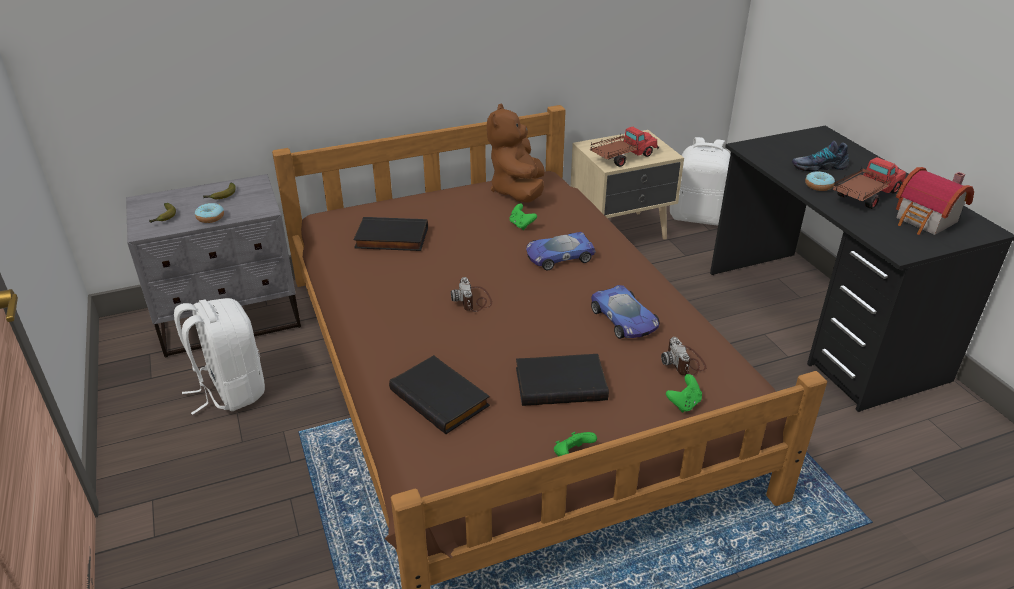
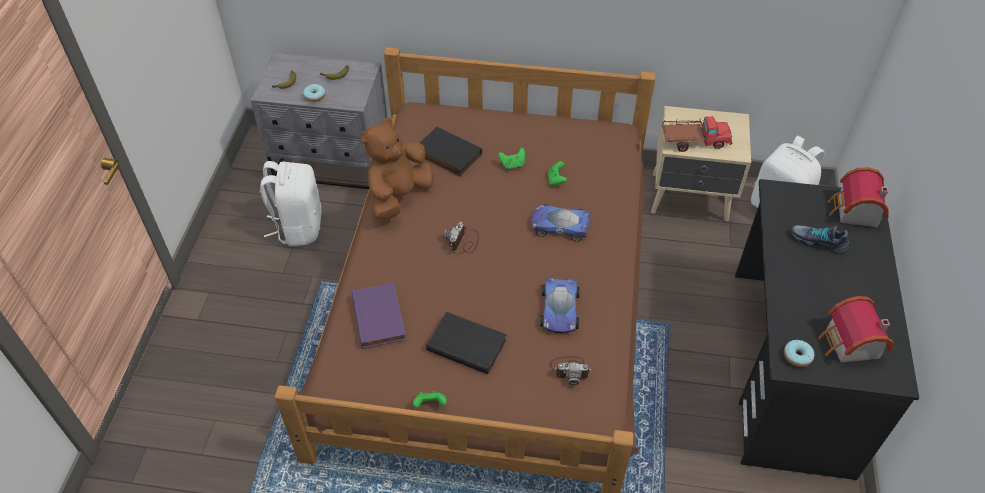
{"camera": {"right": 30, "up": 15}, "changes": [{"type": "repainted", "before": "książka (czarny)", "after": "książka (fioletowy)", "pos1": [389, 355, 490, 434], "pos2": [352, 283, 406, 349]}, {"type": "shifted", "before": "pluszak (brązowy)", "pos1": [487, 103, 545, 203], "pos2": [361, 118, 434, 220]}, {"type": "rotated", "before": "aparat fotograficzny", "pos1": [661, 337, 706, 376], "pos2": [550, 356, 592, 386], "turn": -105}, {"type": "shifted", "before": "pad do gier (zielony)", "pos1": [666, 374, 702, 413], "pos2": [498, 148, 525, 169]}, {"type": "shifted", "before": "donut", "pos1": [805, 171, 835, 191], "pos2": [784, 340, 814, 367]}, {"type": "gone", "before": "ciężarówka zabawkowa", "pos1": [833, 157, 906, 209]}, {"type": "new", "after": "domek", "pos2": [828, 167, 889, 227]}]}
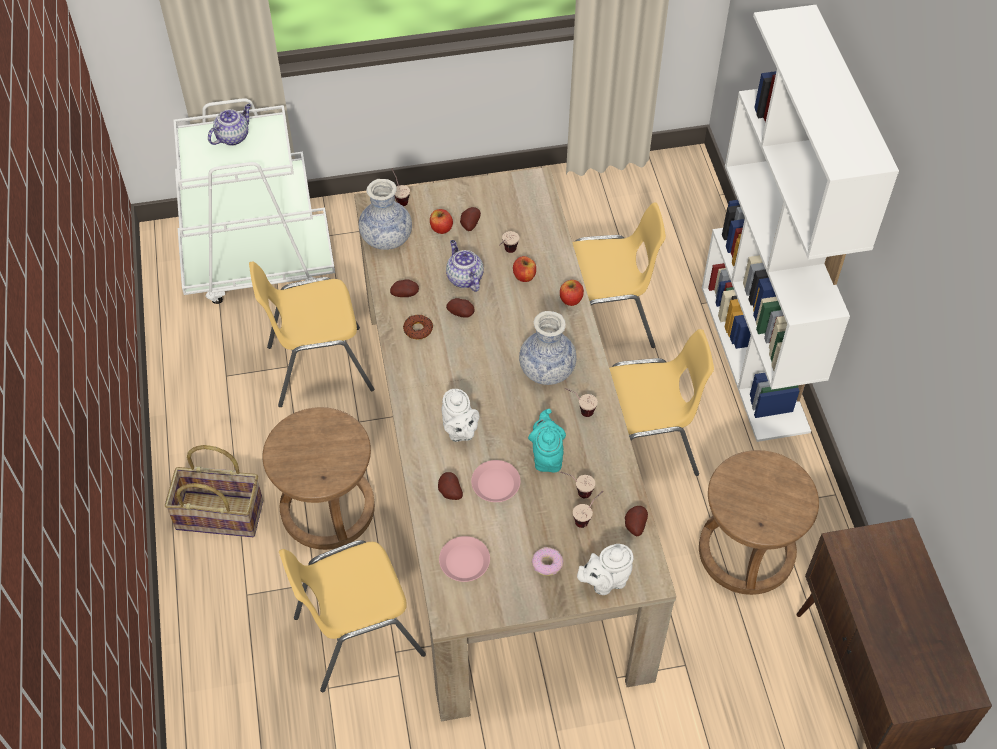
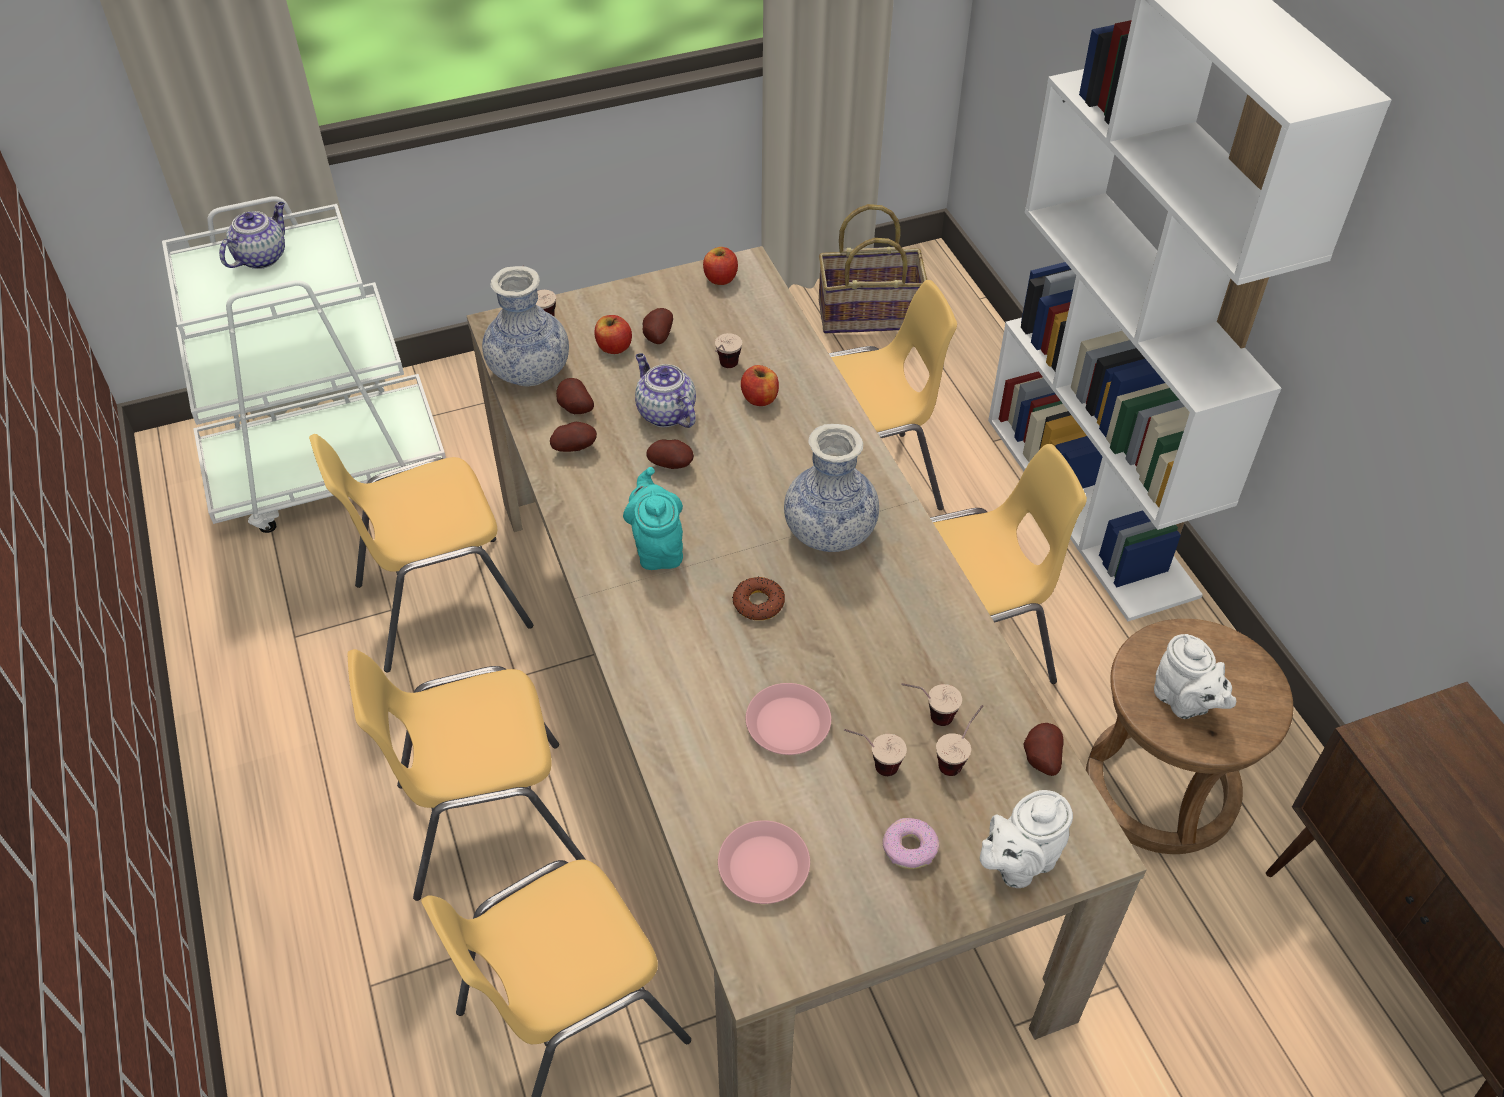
{"camera": {"right": -10, "up": -5}, "changes": [{"type": "shifted", "before": "koszyk", "pos1": [165, 445, 263, 537], "pos2": [819, 204, 927, 333]}, {"type": "swapped", "before": "stołek (brązowy)", "after": "krzesło (żółty)", "pos1": [262, 407, 375, 550], "pos2": [347, 649, 586, 901]}, {"type": "shifted", "before": "donut", "pos1": [403, 314, 433, 340], "pos2": [732, 576, 785, 620]}, {"type": "shifted", "before": "ziemniak", "pos1": [438, 472, 463, 500], "pos2": [556, 378, 594, 414]}, {"type": "shifted", "before": "imbryk (biały)", "pos1": [441, 389, 479, 442], "pos2": [1154, 634, 1236, 719]}, {"type": "shifted", "before": "imbryk (turkusowy)", "pos1": [528, 409, 566, 472], "pos2": [623, 467, 683, 570]}, {"type": "shifted", "before": "jabłko", "pos1": [560, 280, 584, 306], "pos2": [703, 247, 738, 285]}, {"type": "shifted", "before": "filiżanka", "pos1": [565, 388, 598, 417], "pos2": [844, 729, 907, 776]}]}
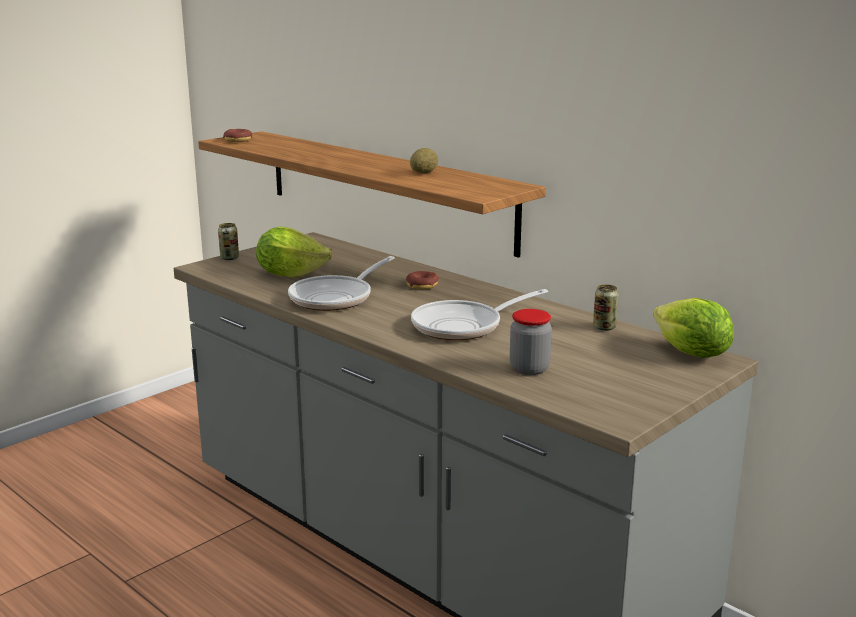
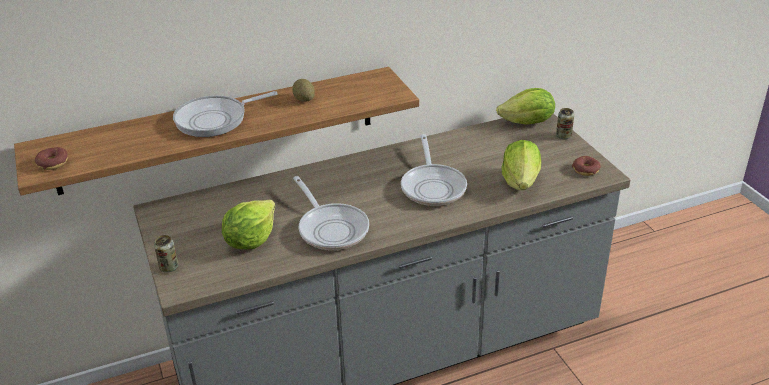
{"camera": {"right": -65, "up": 15}, "changes": [{"type": "shifted", "before": "donut", "pos1": [406, 271, 439, 289], "pos2": [572, 156, 601, 176]}, {"type": "swapped", "before": "słoik", "after": "sałata", "pos1": [510, 309, 552, 375], "pos2": [502, 140, 541, 190]}, {"type": "shifted", "before": "puszka", "pos1": [593, 284, 619, 331], "pos2": [556, 108, 574, 139]}, {"type": "new", "after": "patelnia", "pos2": [173, 91, 278, 137]}]}
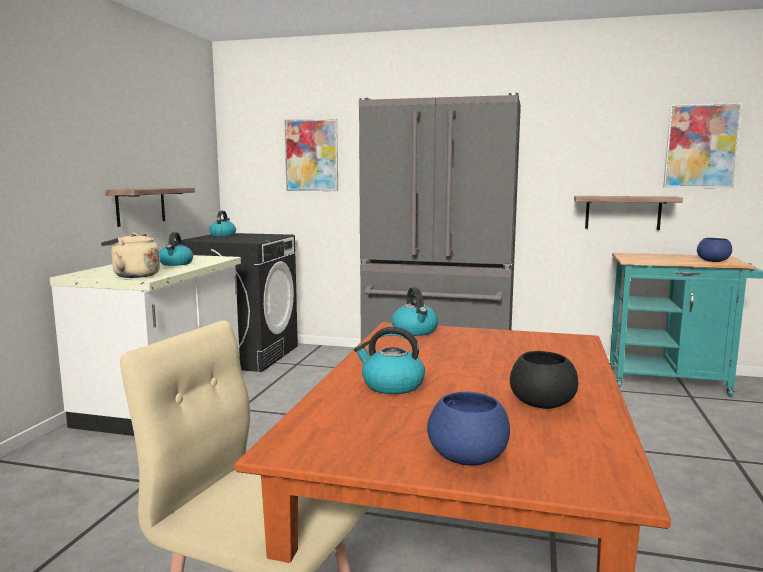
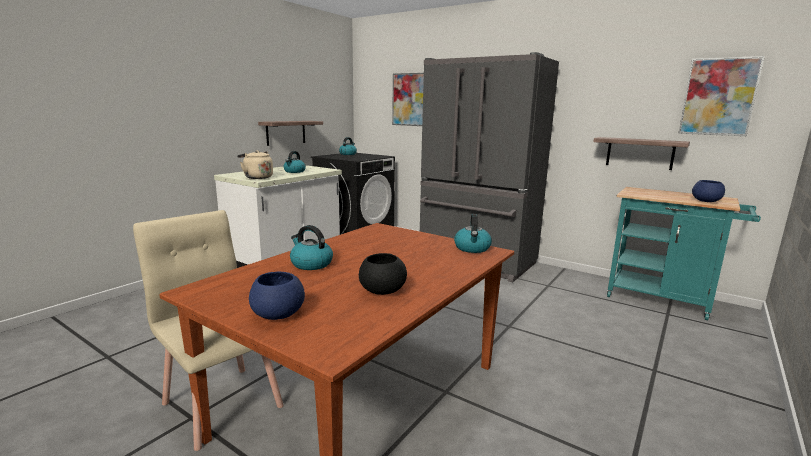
{"camera": {"right": 20, "up": 5}, "changes": [{"type": "shifted", "before": "czajnik", "pos1": [391, 287, 438, 336], "pos2": [454, 214, 492, 253]}]}
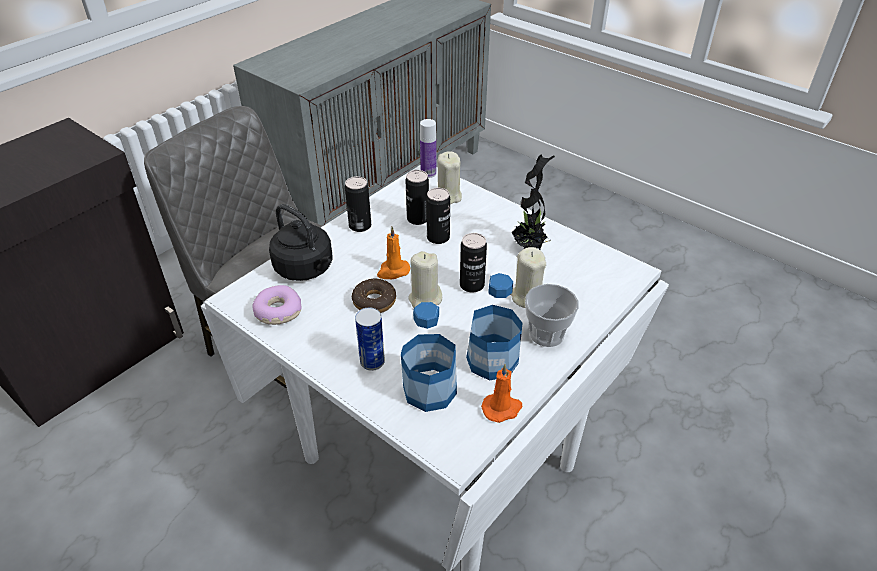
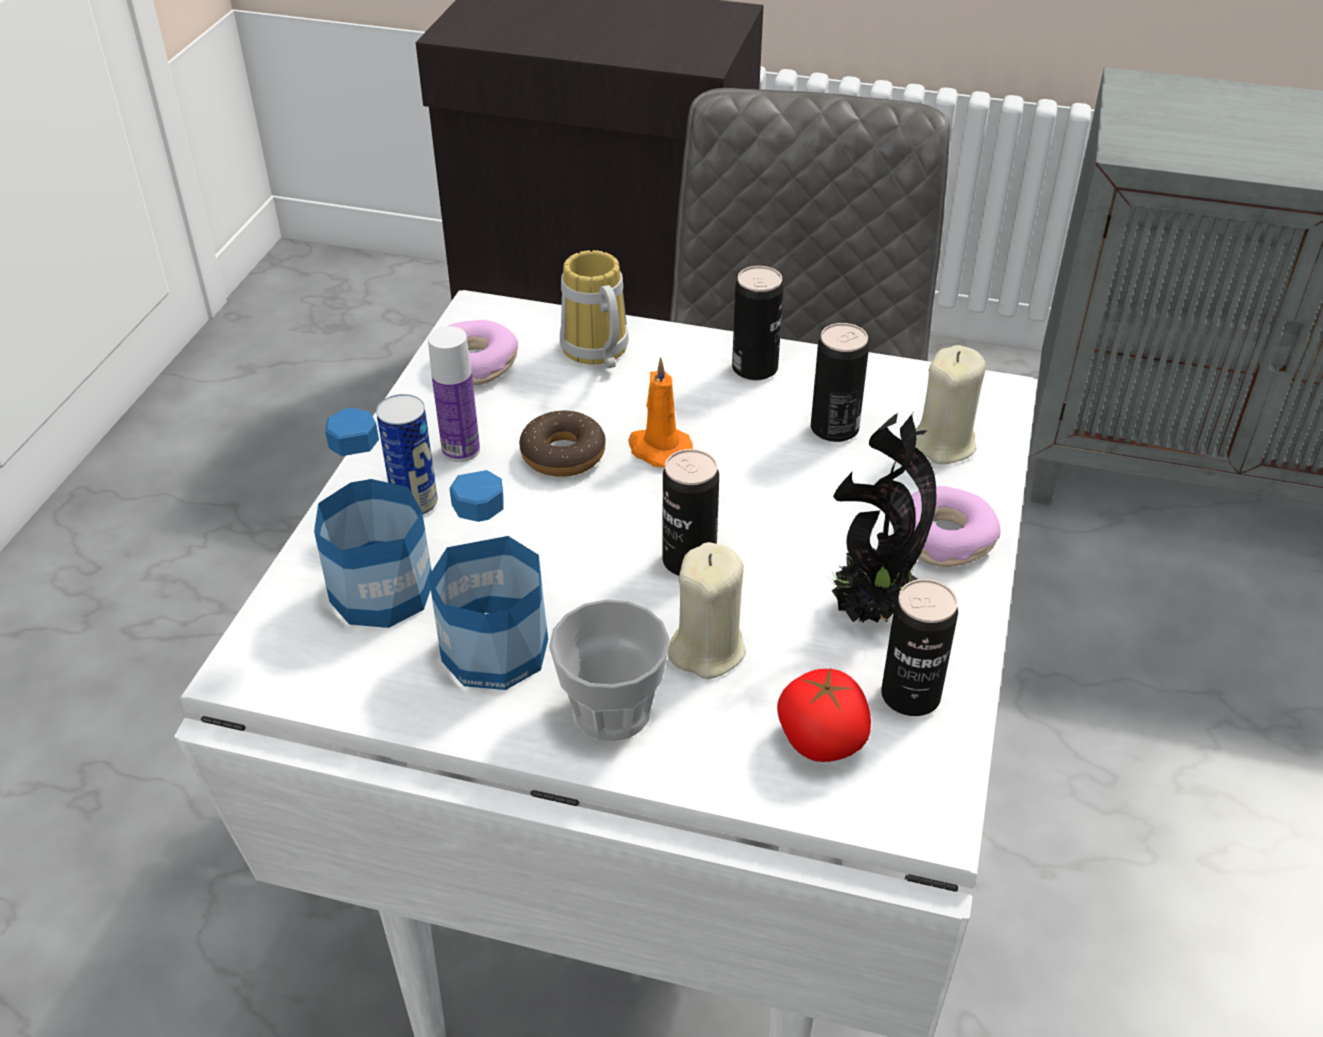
{"camera": {"right": 65, "up": 0}, "changes": [{"type": "swapped", "before": "czajnik (czarny)", "after": "kubek", "pos1": [269, 204, 332, 281], "pos2": [560, 250, 629, 368]}, {"type": "gone", "before": "świeca (beżowy)", "pos1": [408, 251, 442, 308]}, {"type": "shifted", "before": "butelka", "pos1": [420, 119, 436, 178], "pos2": [428, 326, 480, 462]}, {"type": "shifted", "before": "puszka", "pos1": [426, 188, 450, 244], "pos2": [881, 579, 958, 716]}, {"type": "gone", "before": "świeca (pomarańczowy)", "pos1": [481, 364, 523, 423]}, {"type": "new", "after": "pomidor", "pos2": [777, 668, 871, 762]}, {"type": "new", "after": "donut", "pos2": [911, 486, 1001, 567]}]}
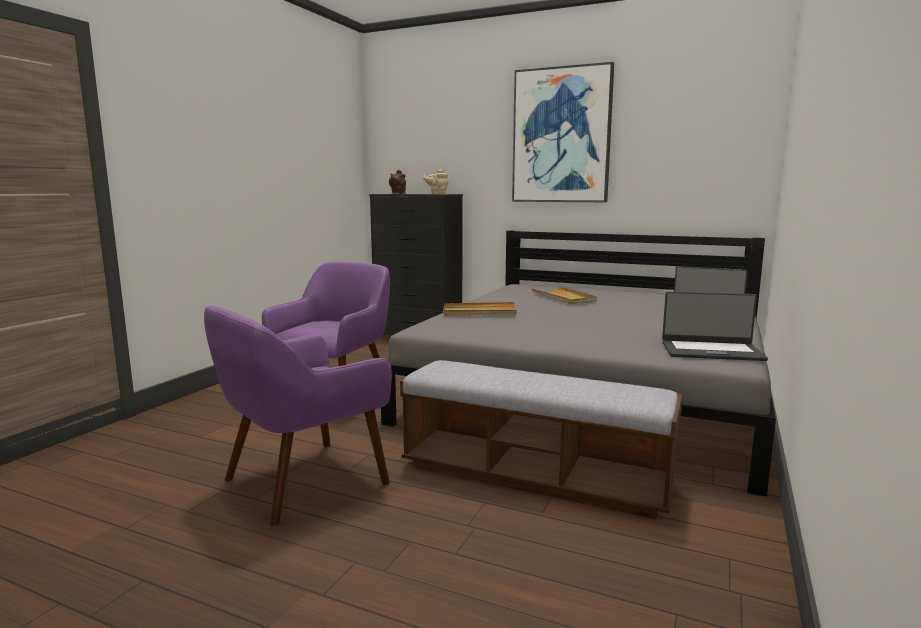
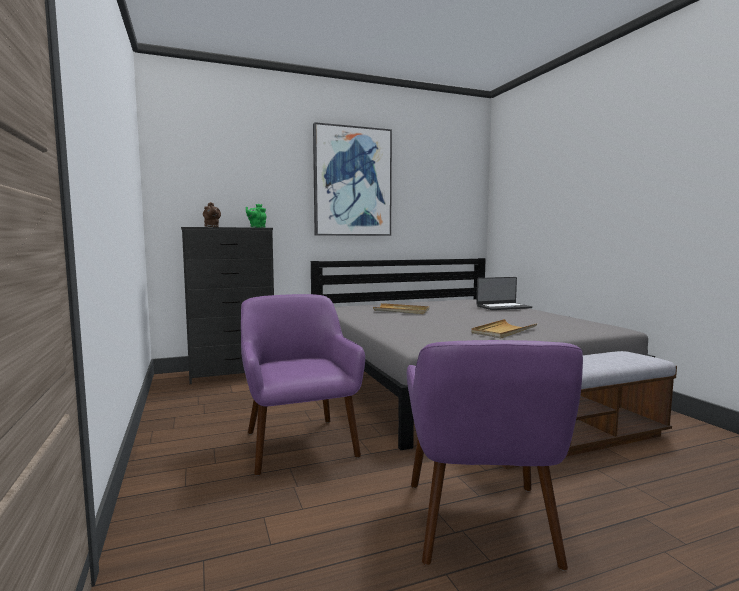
{"camera": {"right": -45, "up": -5}, "changes": [{"type": "repainted", "before": "imbryk (beżowy)", "after": "imbryk (zielony)", "pos1": [423, 169, 448, 194], "pos2": [246, 204, 266, 228]}, {"type": "shifted", "before": "taca (beżowy)", "pos1": [443, 302, 517, 316], "pos2": [471, 319, 537, 339]}, {"type": "gone", "before": "laptop", "pos1": [662, 291, 768, 361]}]}
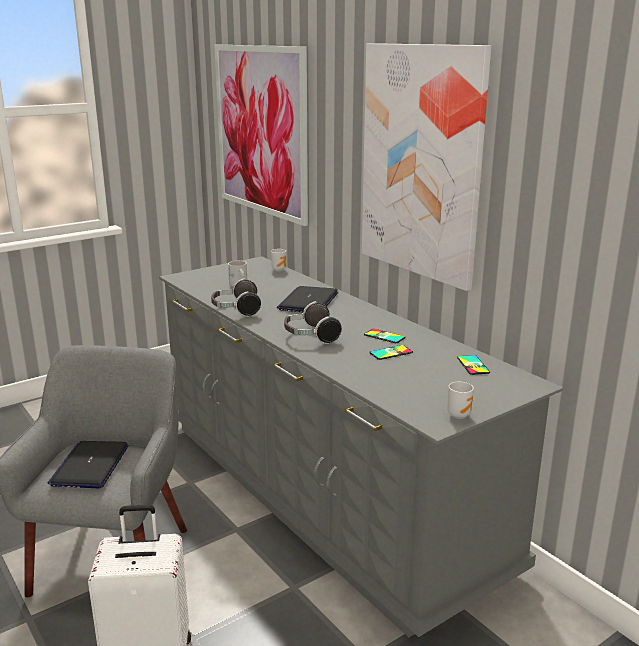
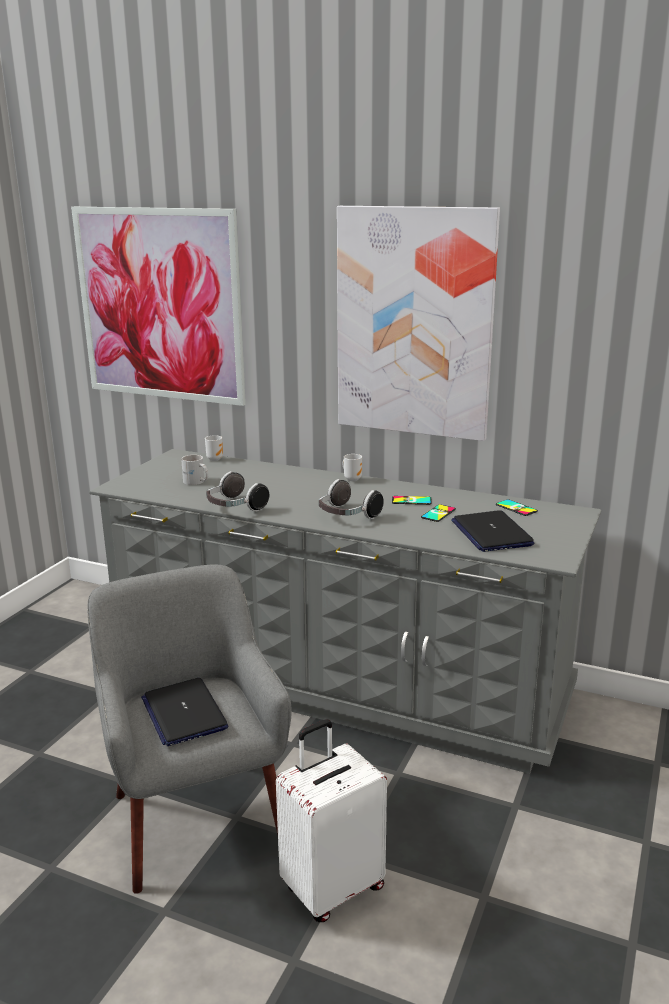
{"camera": {"right": -30, "up": 0}, "changes": [{"type": "shifted", "before": "laptop", "pos1": [277, 286, 338, 312], "pos2": [451, 510, 534, 552]}, {"type": "shifted", "before": "kubek", "pos1": [447, 382, 474, 419], "pos2": [342, 454, 362, 481]}]}
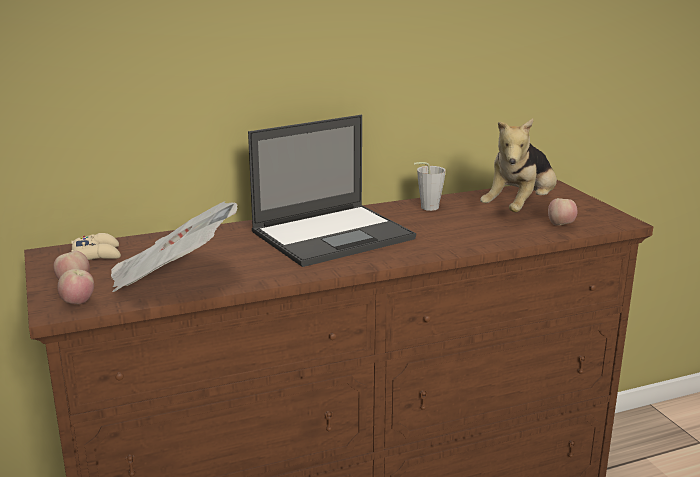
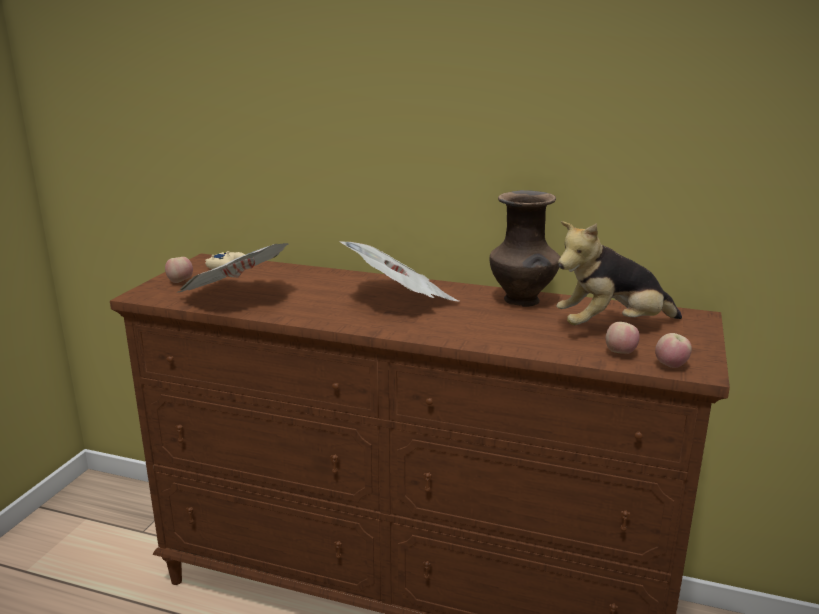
{"camera": {"right": 40, "up": 0}, "changes": [{"type": "shifted", "before": "jabłko", "pos1": [57, 269, 94, 304], "pos2": [655, 333, 692, 368]}, {"type": "swapped", "before": "laptop", "after": "gazeta", "pos1": [248, 115, 416, 267], "pos2": [339, 241, 459, 301]}, {"type": "swapped", "before": "filiżanka (szary)", "after": "wazon (brązowy)", "pos1": [414, 162, 446, 211], "pos2": [489, 190, 560, 307]}]}
